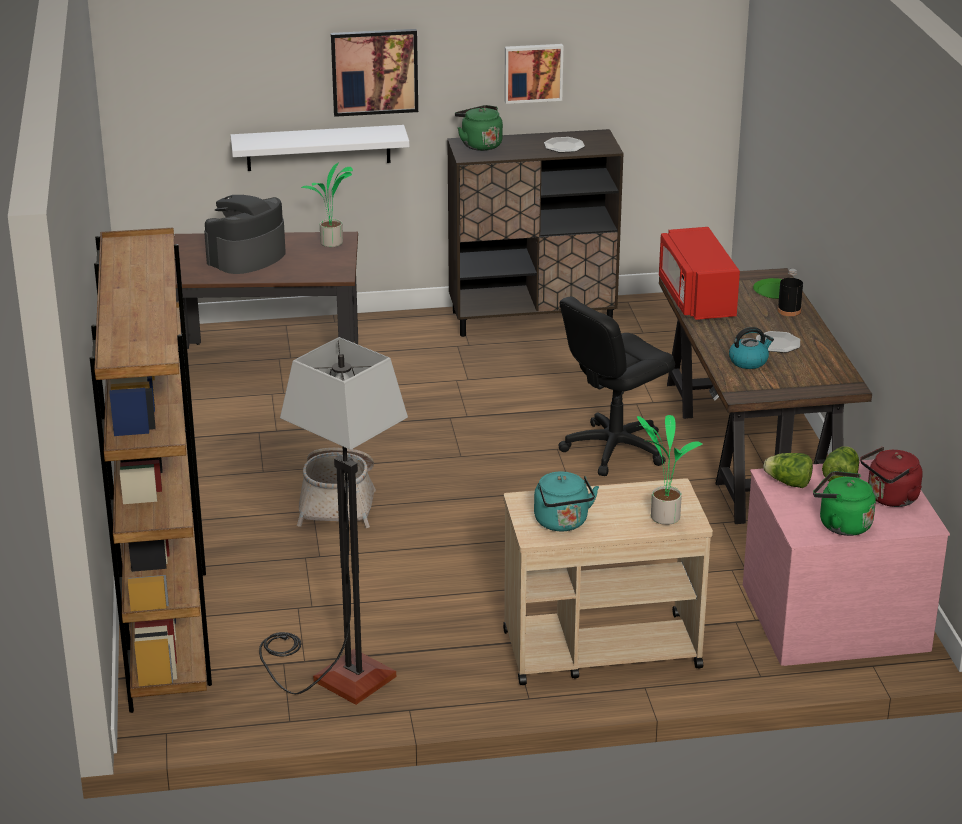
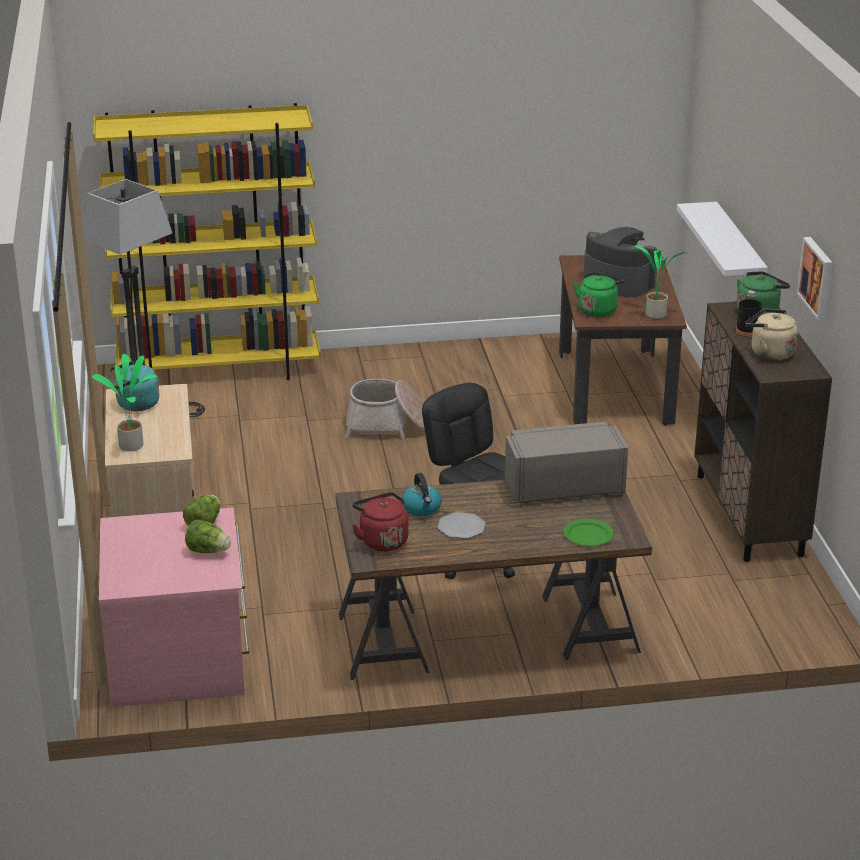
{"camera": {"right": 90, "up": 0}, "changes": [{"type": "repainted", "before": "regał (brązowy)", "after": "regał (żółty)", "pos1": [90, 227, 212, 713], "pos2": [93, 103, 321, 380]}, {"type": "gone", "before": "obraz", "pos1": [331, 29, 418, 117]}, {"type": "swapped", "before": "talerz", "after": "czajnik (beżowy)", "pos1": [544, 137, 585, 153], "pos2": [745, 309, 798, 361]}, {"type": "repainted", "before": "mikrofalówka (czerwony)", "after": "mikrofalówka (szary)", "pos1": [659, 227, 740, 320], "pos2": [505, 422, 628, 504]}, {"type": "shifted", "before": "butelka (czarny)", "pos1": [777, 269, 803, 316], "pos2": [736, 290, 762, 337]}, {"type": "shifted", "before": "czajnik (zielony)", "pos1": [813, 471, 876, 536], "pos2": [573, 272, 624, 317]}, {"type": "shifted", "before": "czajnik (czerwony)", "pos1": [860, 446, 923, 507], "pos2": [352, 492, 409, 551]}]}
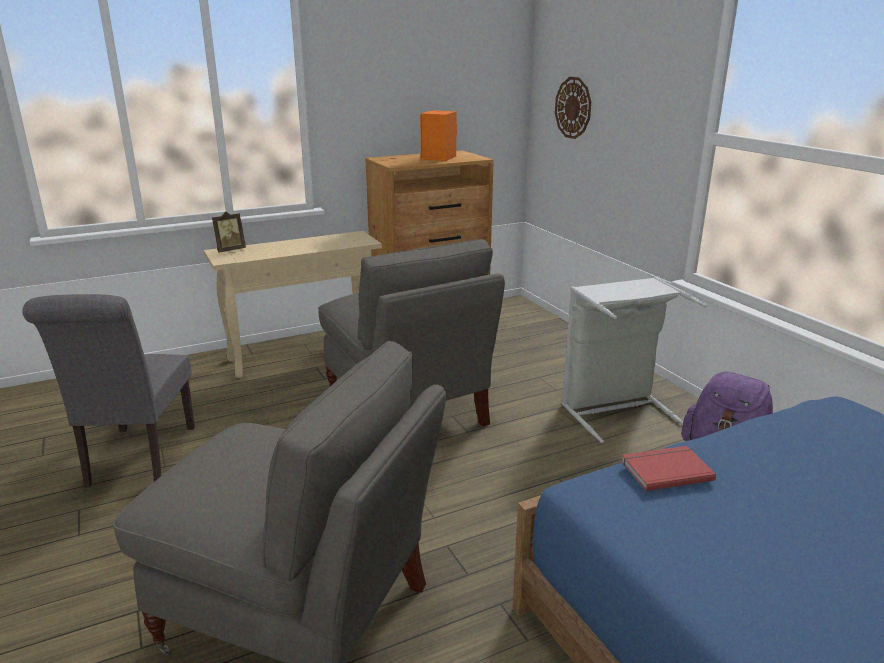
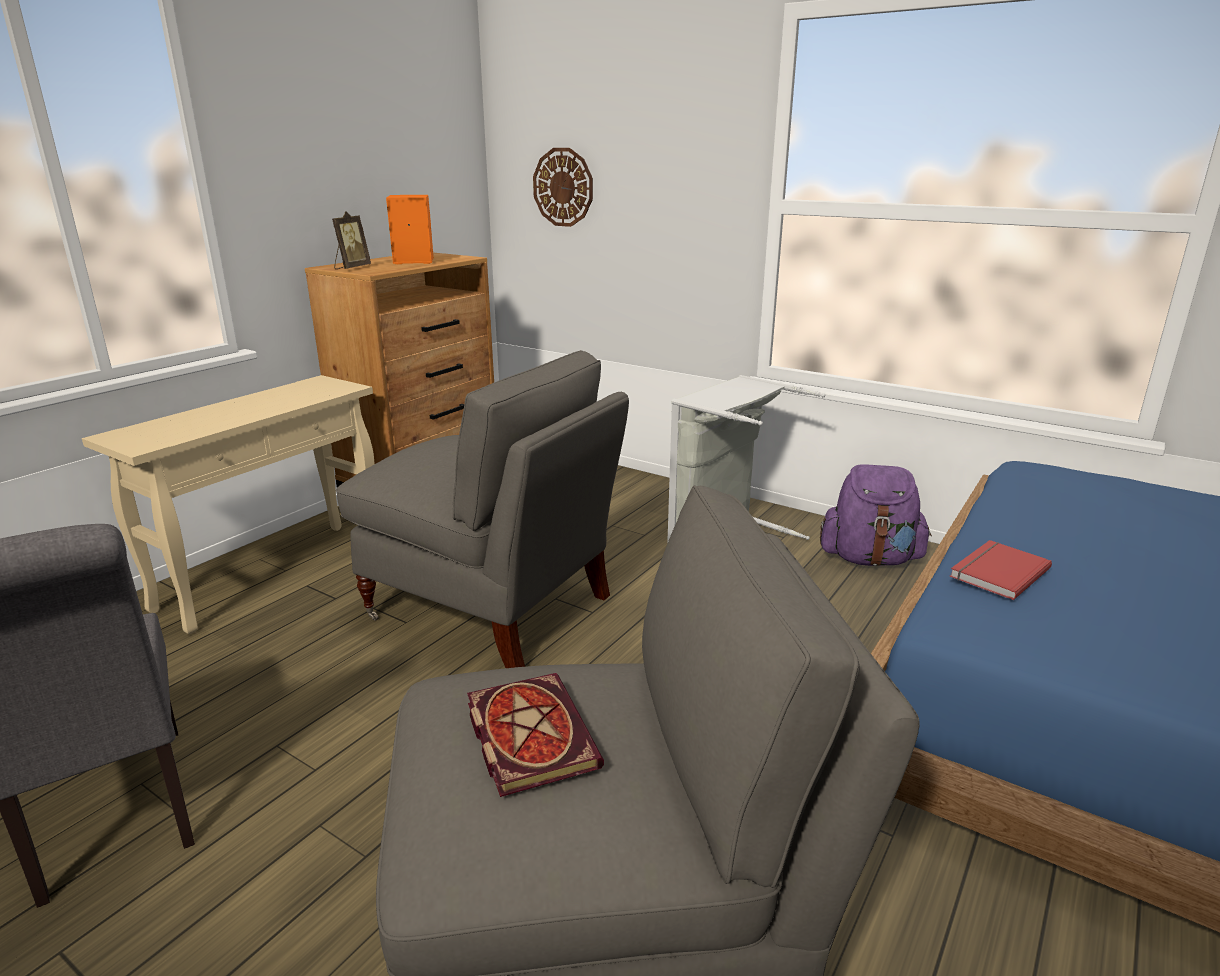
{"camera": {"right": -30, "up": 0}, "changes": [{"type": "shifted", "before": "ramka na zdjęcie", "pos1": [212, 211, 246, 253], "pos2": [332, 211, 371, 269]}, {"type": "new", "after": "książka", "pos2": [467, 673, 604, 797]}]}
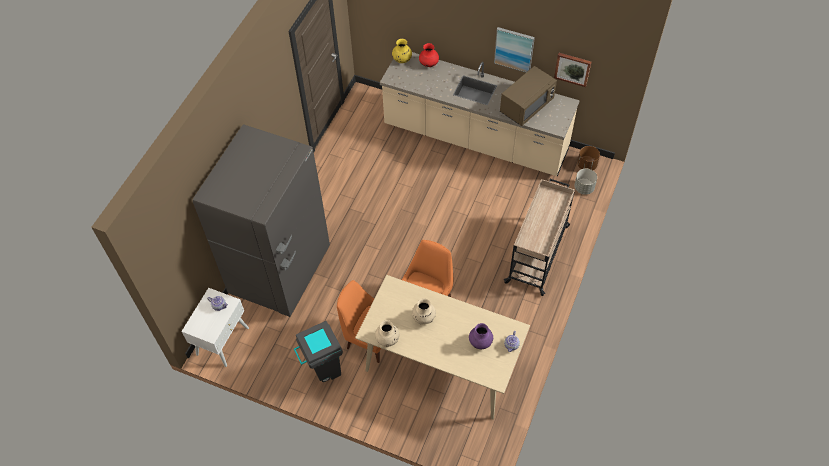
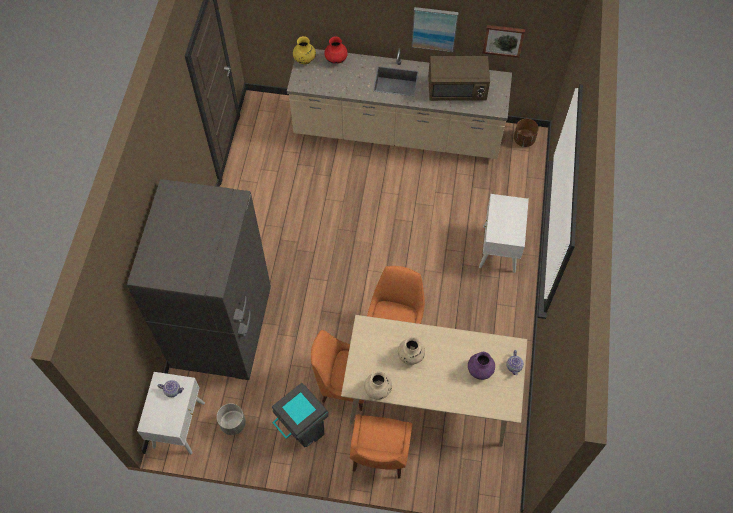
{"camera": {"right": -15, "up": 5}, "changes": [{"type": "rotated", "before": "mikrofalówka (brązowy)", "pos1": [500, 66, 557, 126], "pos2": [428, 56, 490, 101], "turn": 60}, {"type": "swapped", "before": "wózek (beżowy)", "after": "szafka nocna (biały)", "pos1": [503, 179, 575, 296], "pos2": [479, 194, 529, 273]}, {"type": "shifted", "before": "donica (szary)", "pos1": [574, 169, 597, 195], "pos2": [217, 403, 246, 435]}, {"type": "new", "after": "krzesło (pomarańczowy)", "pos2": [350, 415, 412, 479]}]}
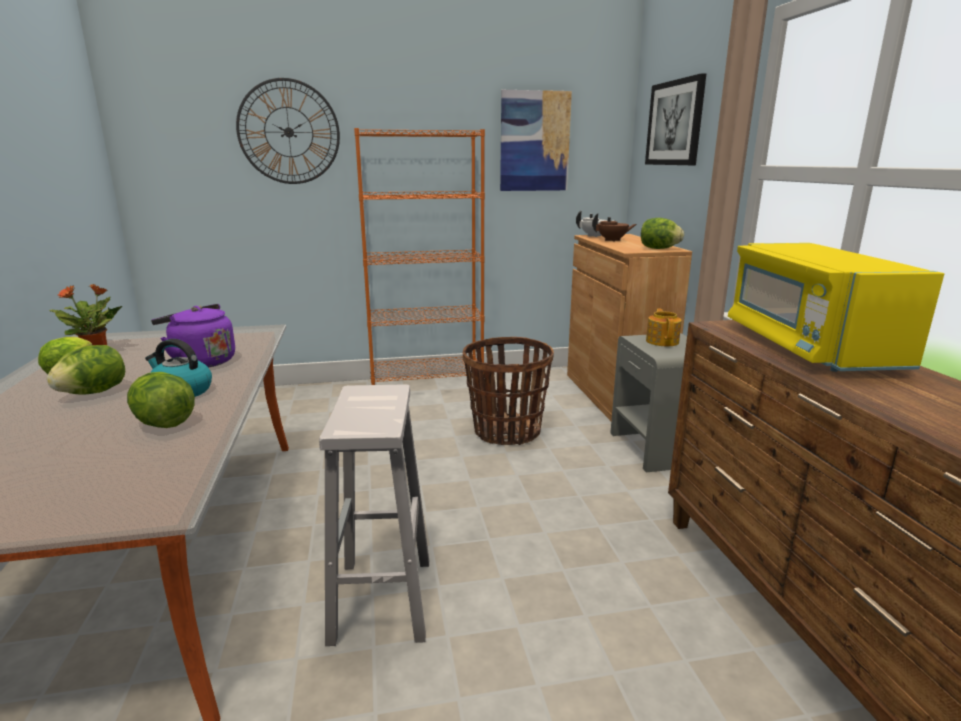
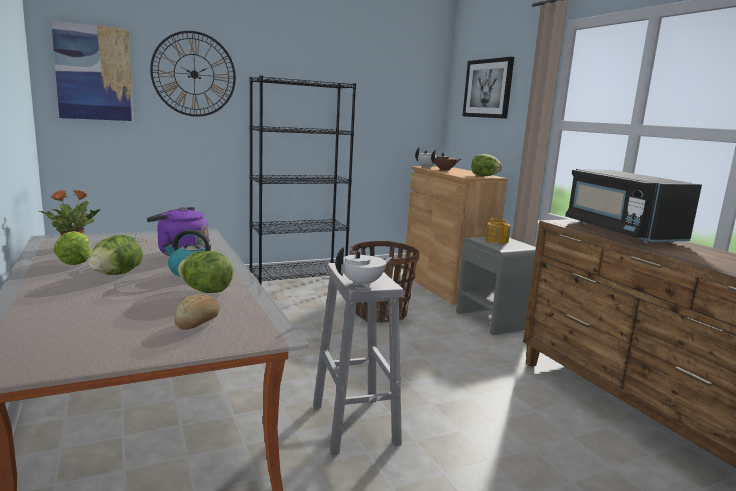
{"camera": {"right": -15, "up": -5}, "changes": [{"type": "repainted", "before": "regał (pomarańczowy)", "after": "regał (czarny)", "pos1": [354, 128, 485, 385], "pos2": [249, 76, 356, 287]}, {"type": "shifted", "before": "obraz", "pos1": [500, 90, 572, 191], "pos2": [51, 21, 133, 121]}, {"type": "repainted", "before": "mikrofalówka (żółty)", "after": "mikrofalówka (czarny)", "pos1": [728, 243, 944, 372], "pos2": [565, 169, 702, 244]}, {"type": "new", "after": "chleb", "pos2": [174, 294, 220, 330]}, {"type": "new", "after": "imbryk (biały)", "pos2": [335, 247, 393, 288]}]}
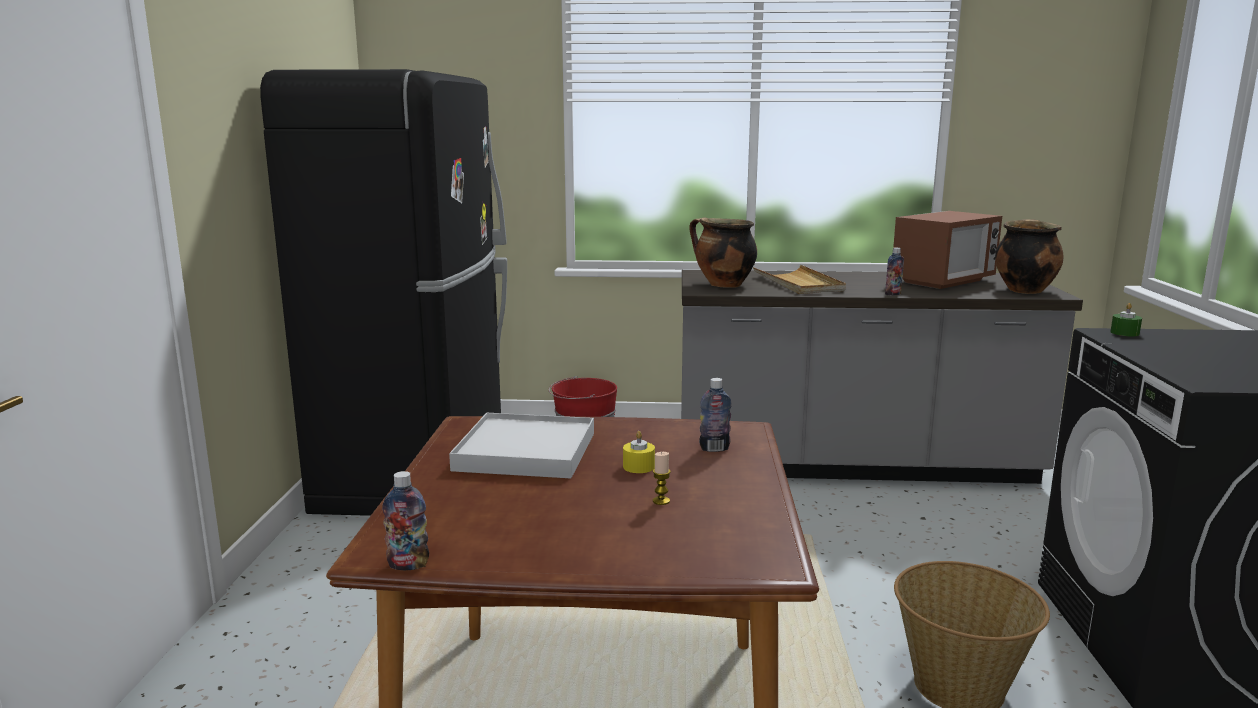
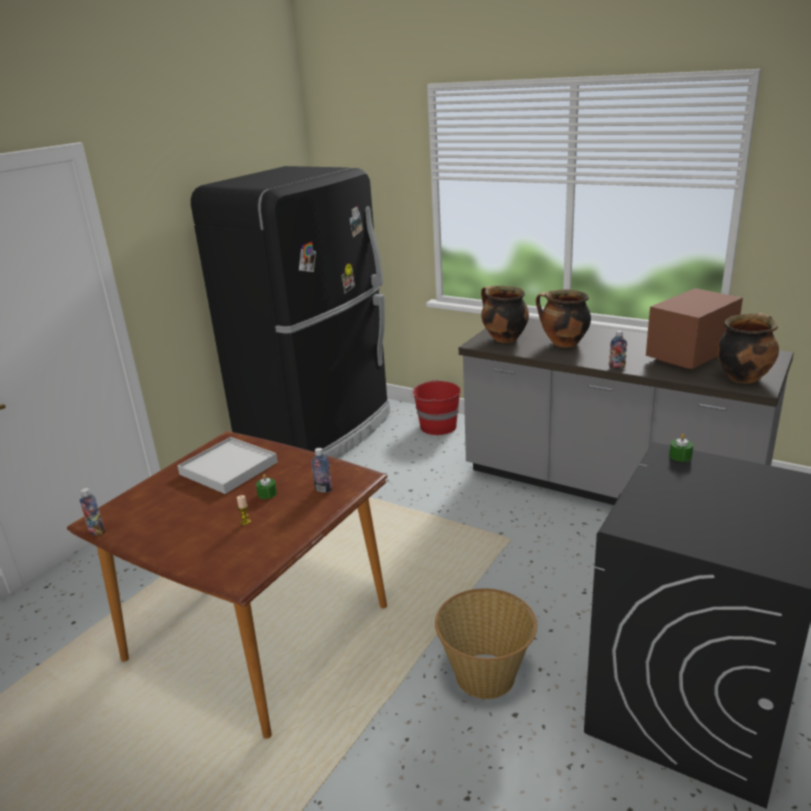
{"camera": {"right": 30, "up": 10}, "changes": [{"type": "repainted", "before": "świeca (żółty)", "after": "świeca (zielony)", "pos1": [623, 431, 655, 473], "pos2": [256, 474, 277, 499]}, {"type": "swapped", "before": "taca (beżowy)", "after": "garnek", "pos1": [753, 265, 846, 294], "pos2": [536, 290, 591, 347]}, {"type": "rotated", "before": "mikrofalówka", "pos1": [893, 211, 1002, 289], "pos2": [646, 288, 743, 369], "turn": 150}]}
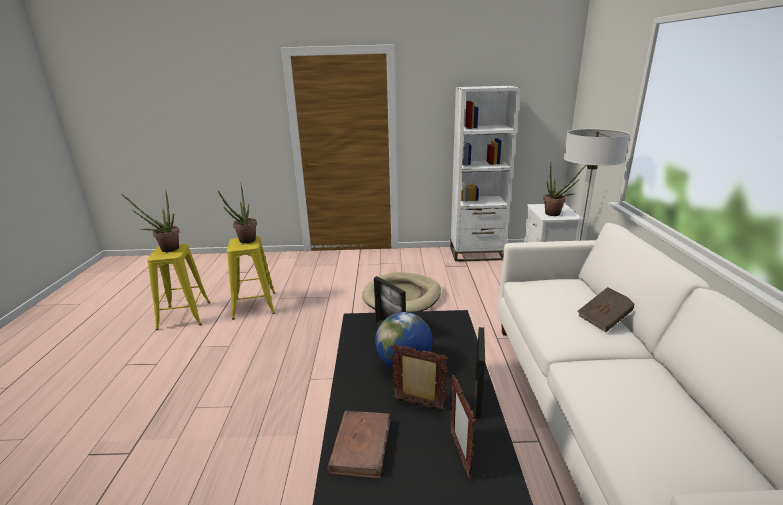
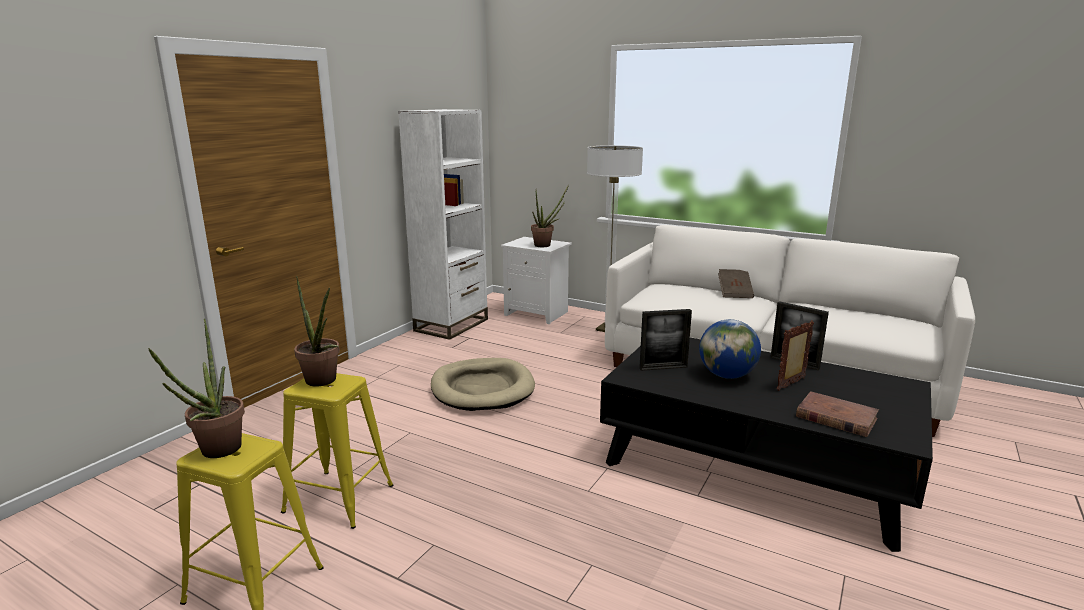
{"camera": {"right": -60, "up": -5}, "changes": [{"type": "gone", "before": "ramka na zdjęcie", "pos1": [450, 375, 475, 479]}]}
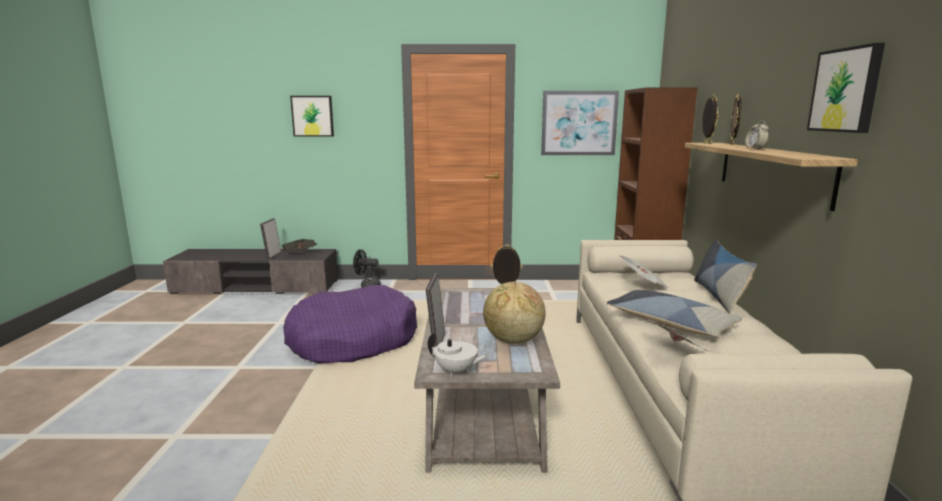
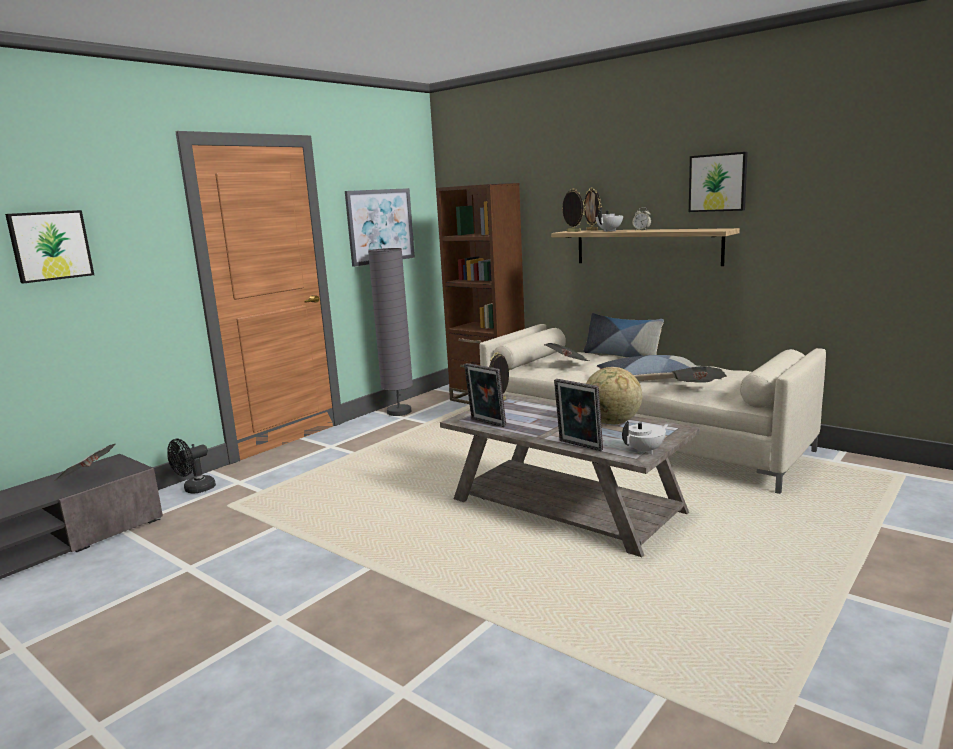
{"camera": {"right": -50, "up": 0}, "changes": [{"type": "shifted", "before": "ramka na zdjęcie", "pos1": [260, 218, 281, 259], "pos2": [464, 363, 506, 427]}, {"type": "gone", "before": "legowisko (fioletowy)", "pos1": [283, 285, 417, 364]}, {"type": "new", "after": "lampa stojąca (szary)", "pos2": [368, 248, 413, 416]}, {"type": "new", "after": "imbryk (biały)", "pos2": [596, 207, 623, 232]}]}
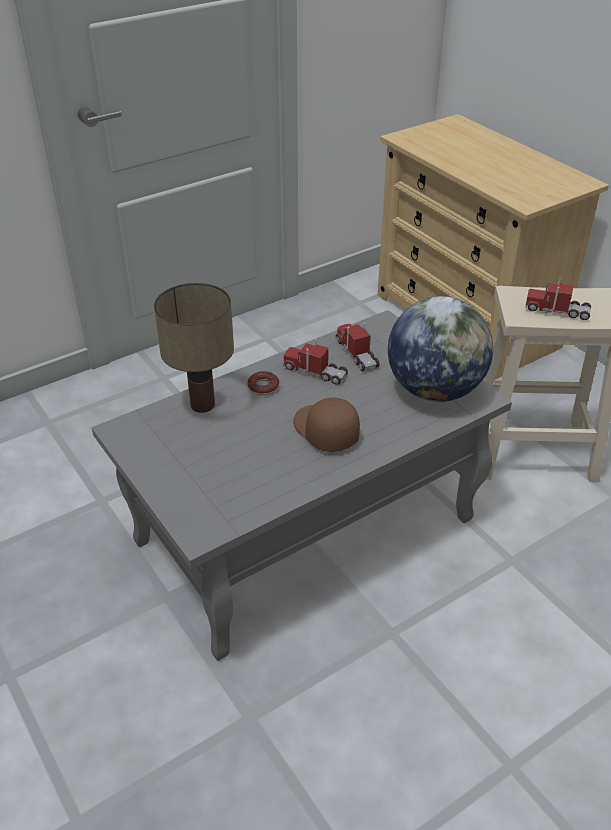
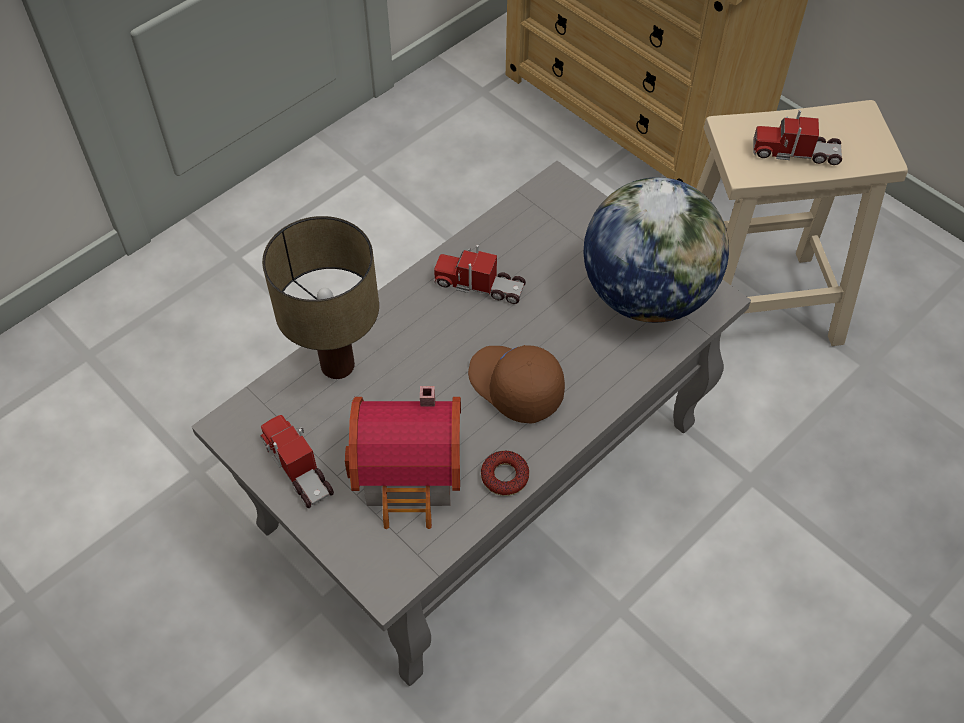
{"camera": {"right": -10, "up": 15}, "changes": [{"type": "shifted", "before": "donut", "pos1": [247, 371, 279, 395], "pos2": [481, 451, 529, 496]}, {"type": "shifted", "before": "ciężarówka zabawkowa", "pos1": [336, 323, 380, 371], "pos2": [260, 415, 334, 508]}, {"type": "new", "after": "domek", "pos2": [345, 386, 461, 529]}]}
